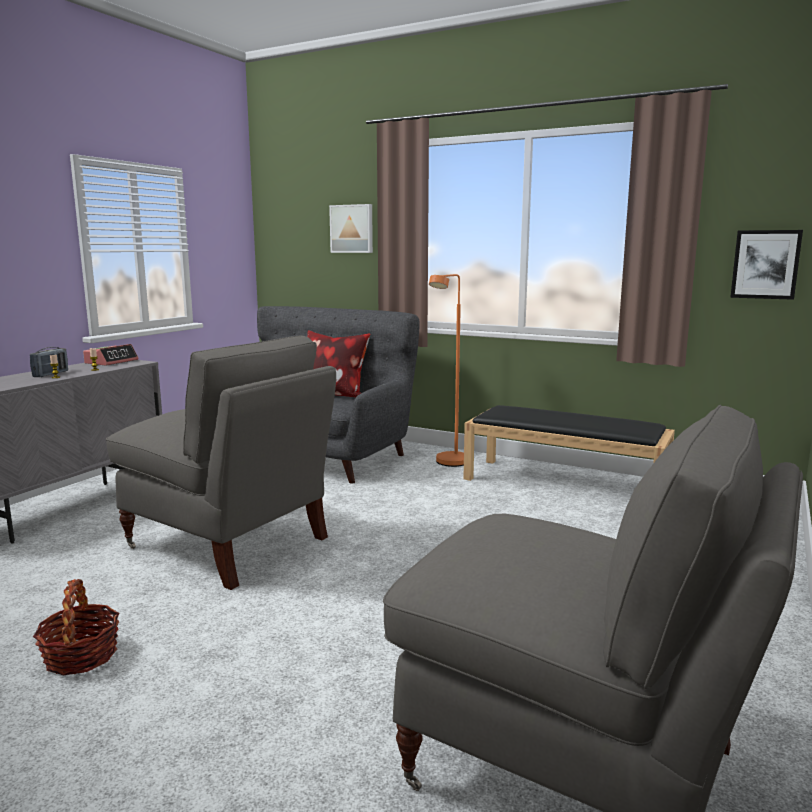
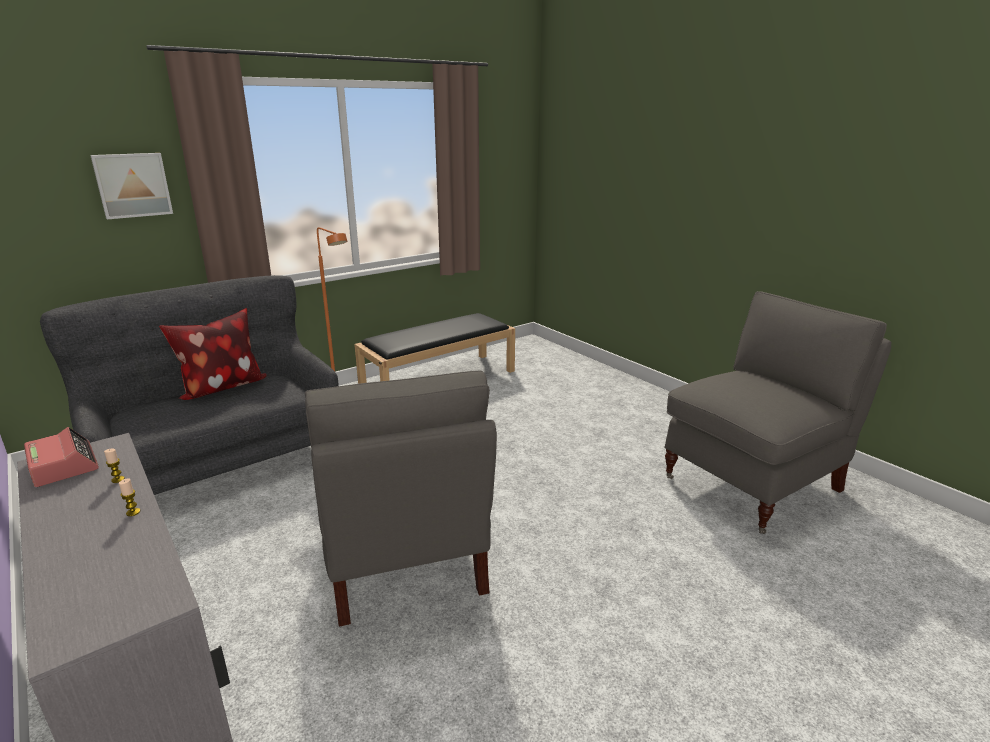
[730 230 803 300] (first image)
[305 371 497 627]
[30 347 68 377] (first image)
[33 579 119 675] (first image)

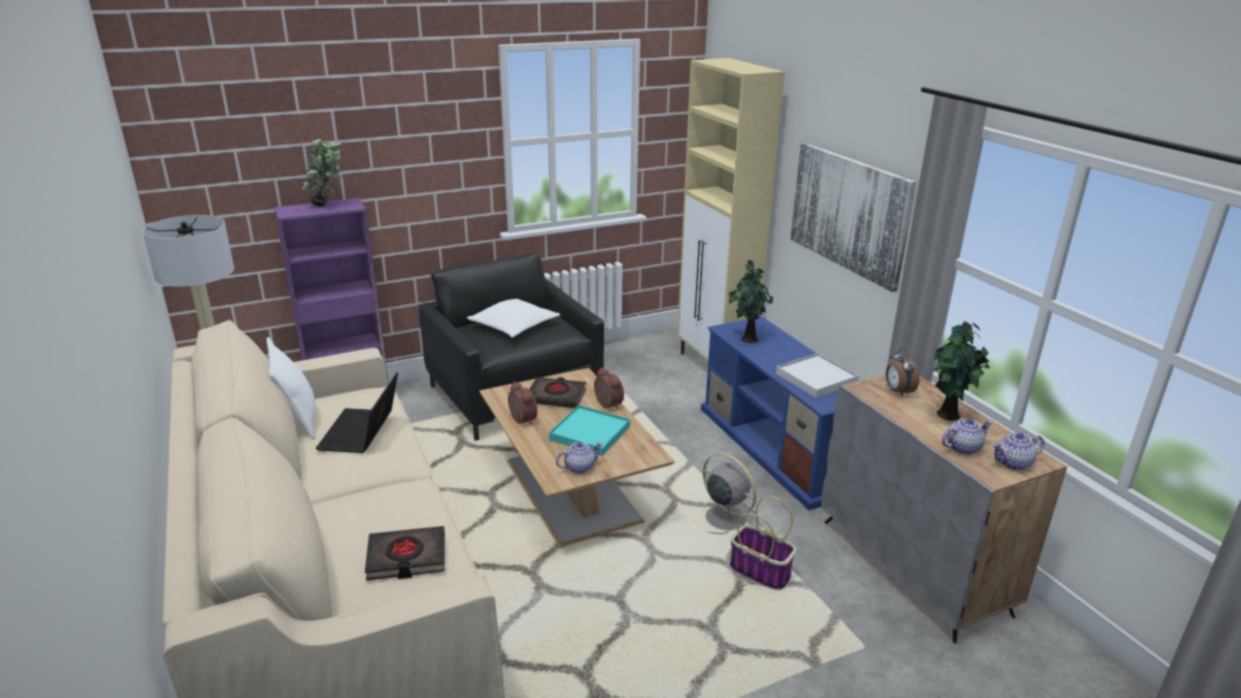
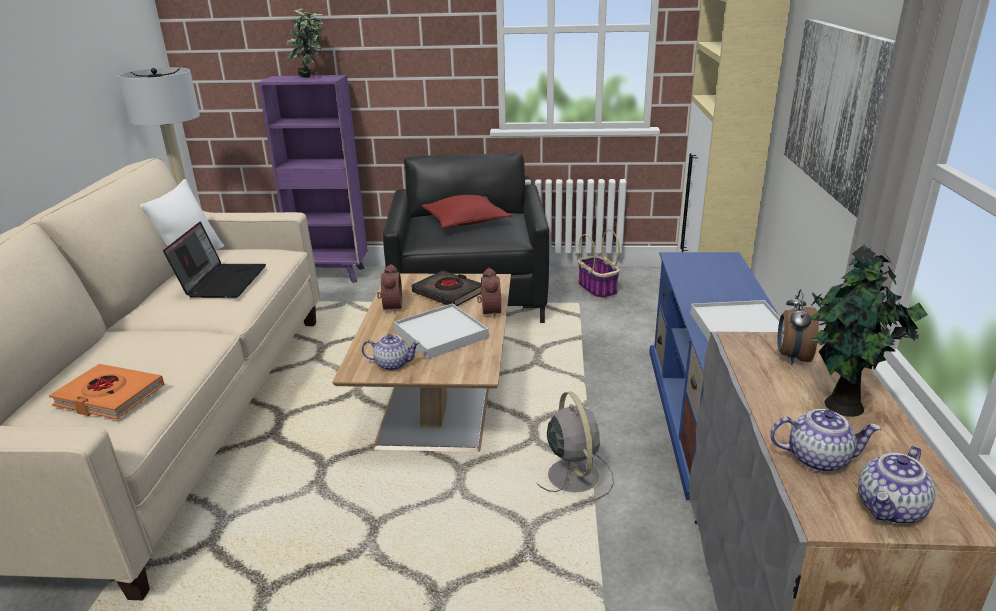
[728 260 773 343] (first image)
[422 195 511 228]
[163 222 266 298]
[394 303 489 359]
[858 446 935 524]
[578 230 620 300]
[49 364 164 419]

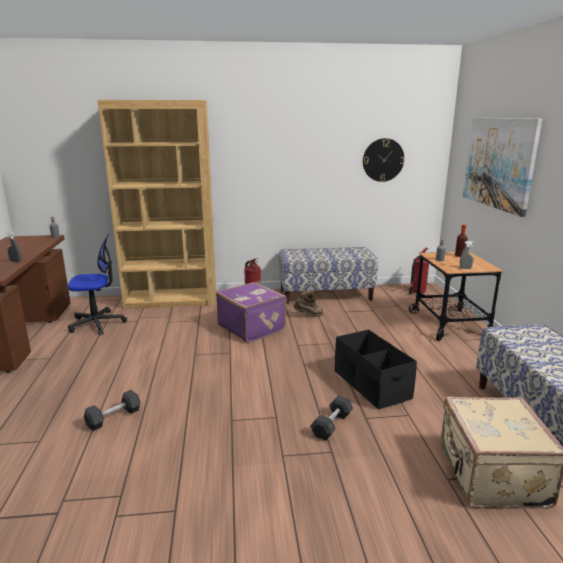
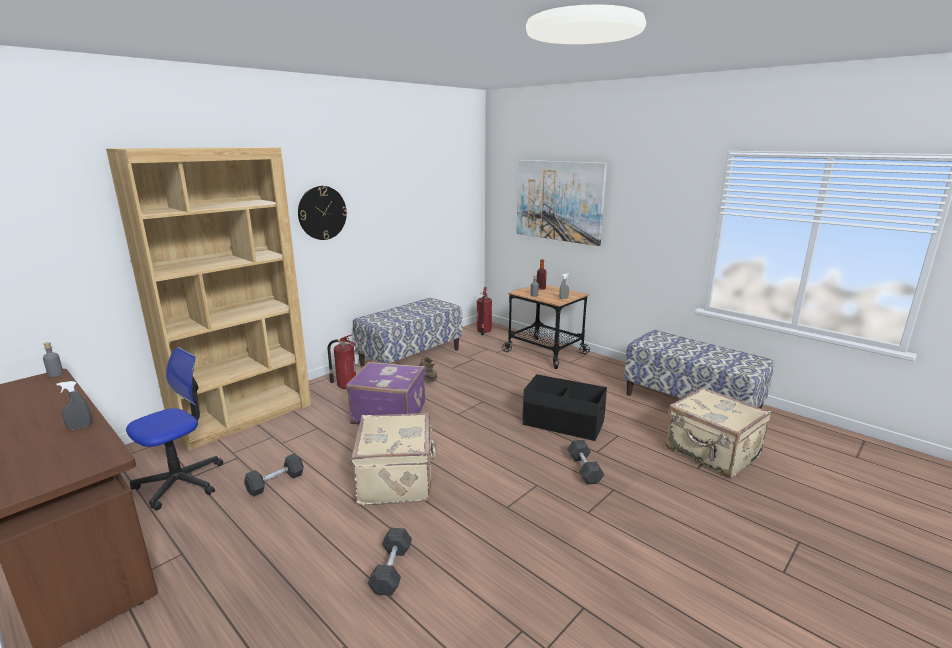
[298 186 347 240]
[351 413 437 505]
[244 454 304 497]

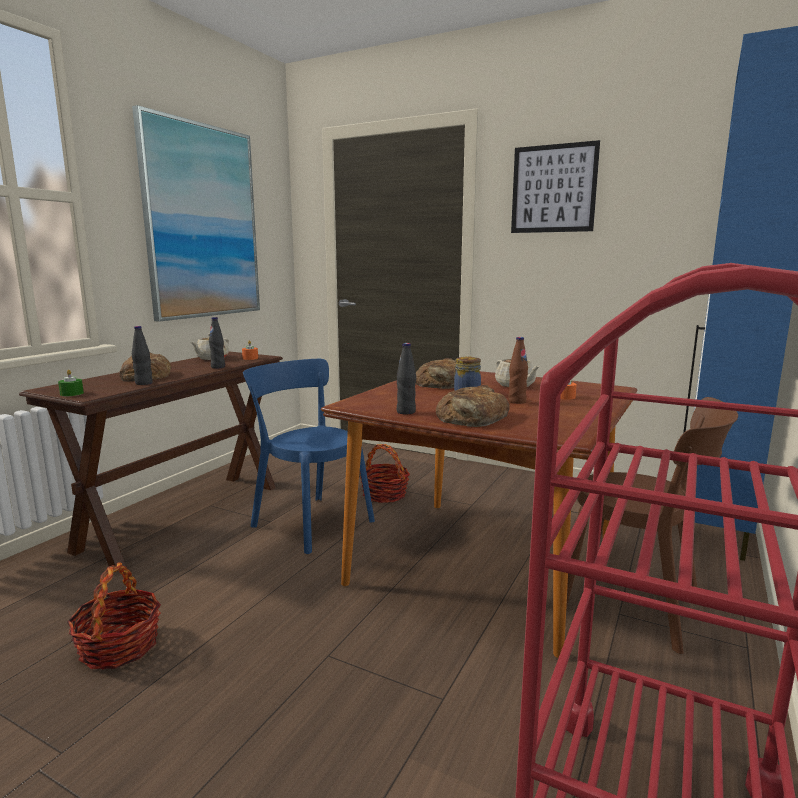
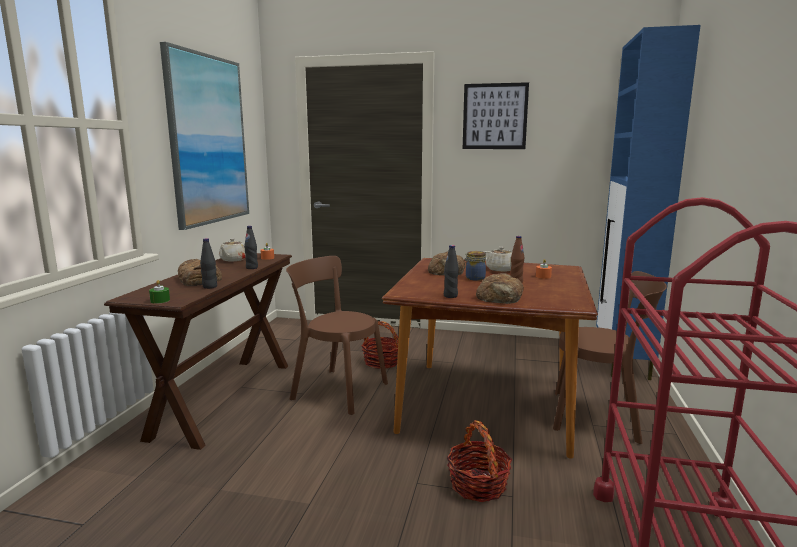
[286 256 388 415]
[446 420 512 502]

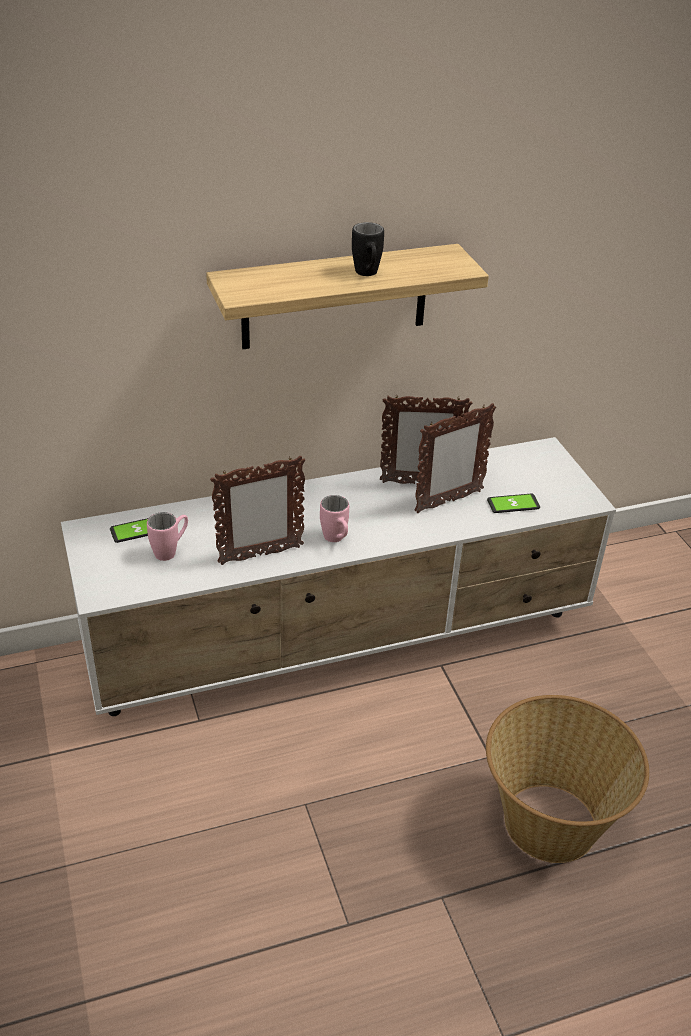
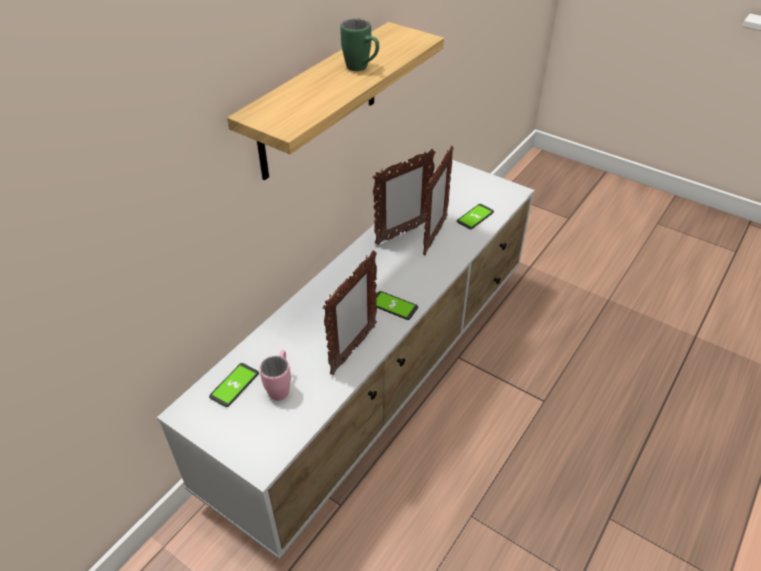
[340 18 379 71]
[376 291 418 320]
[486 695 649 863] (first image)

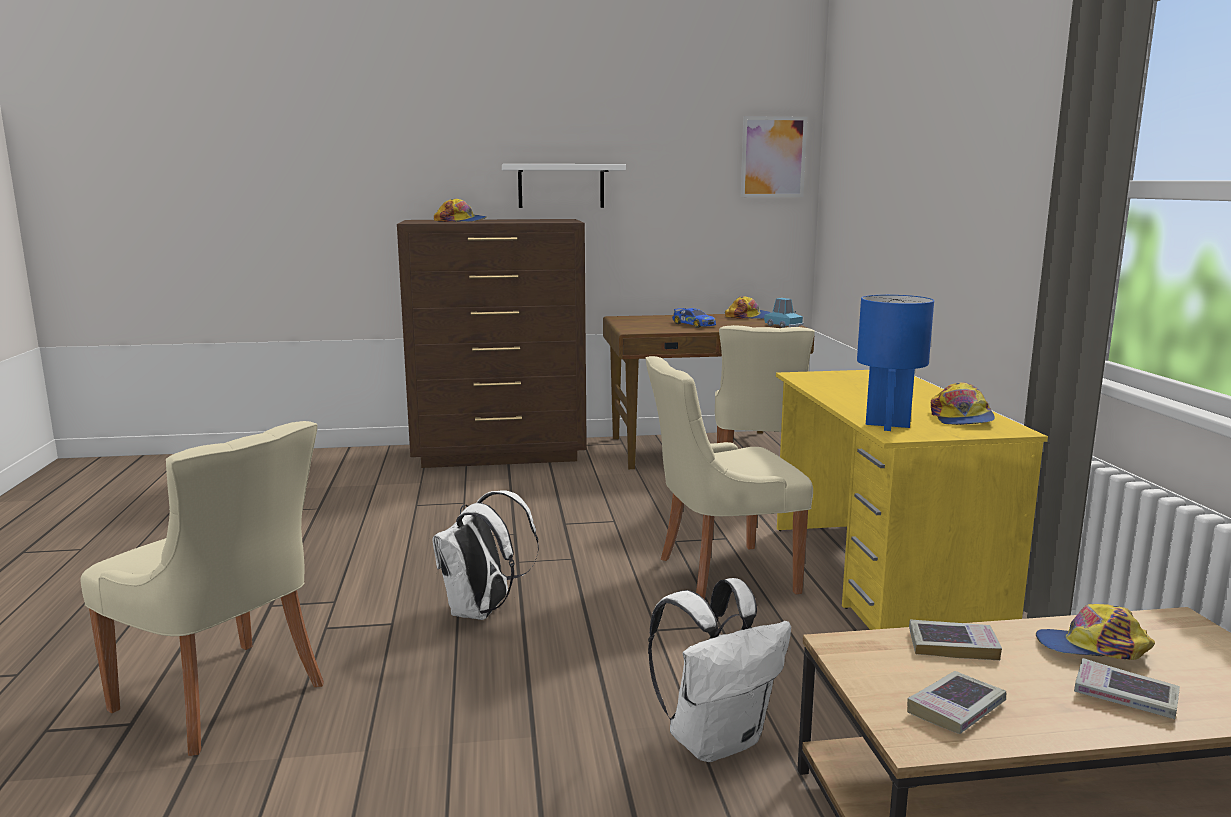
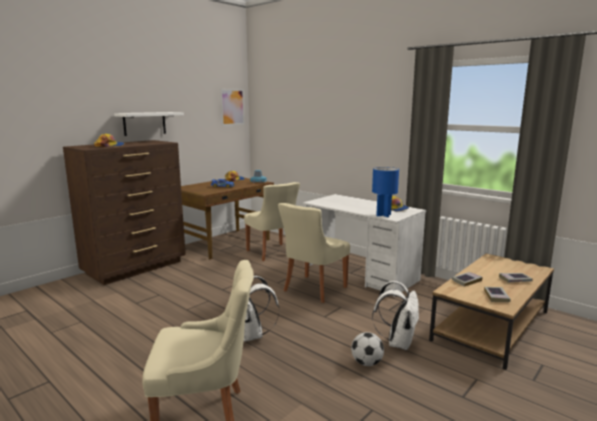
[303 194 426 297]
[1036 604 1155 660] (first image)
[351 332 384 366]

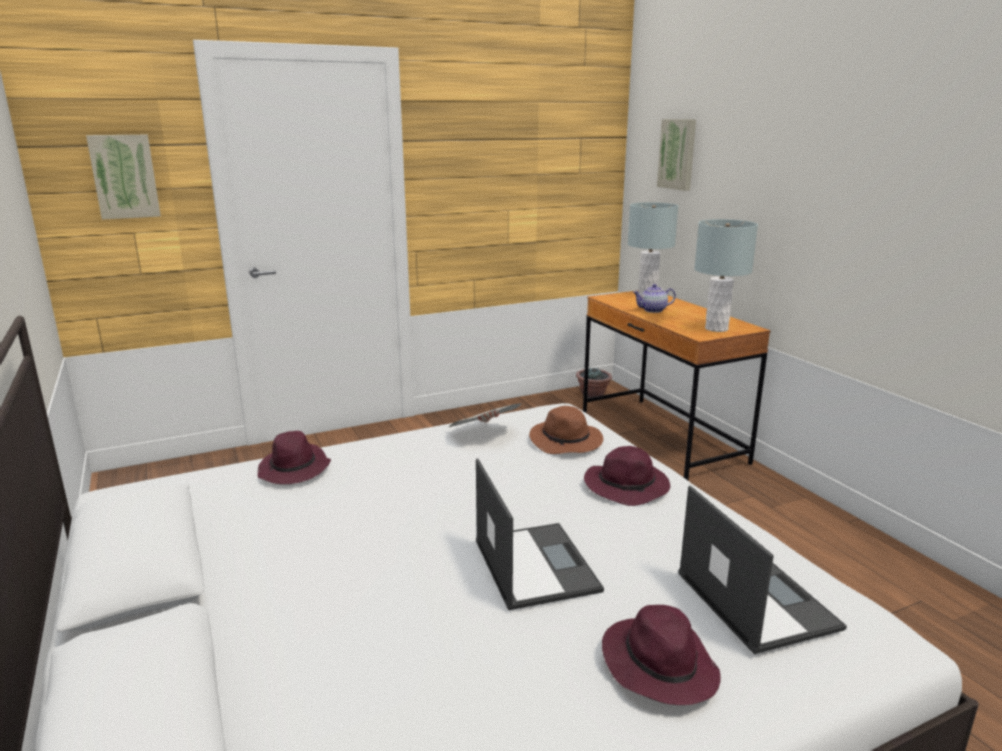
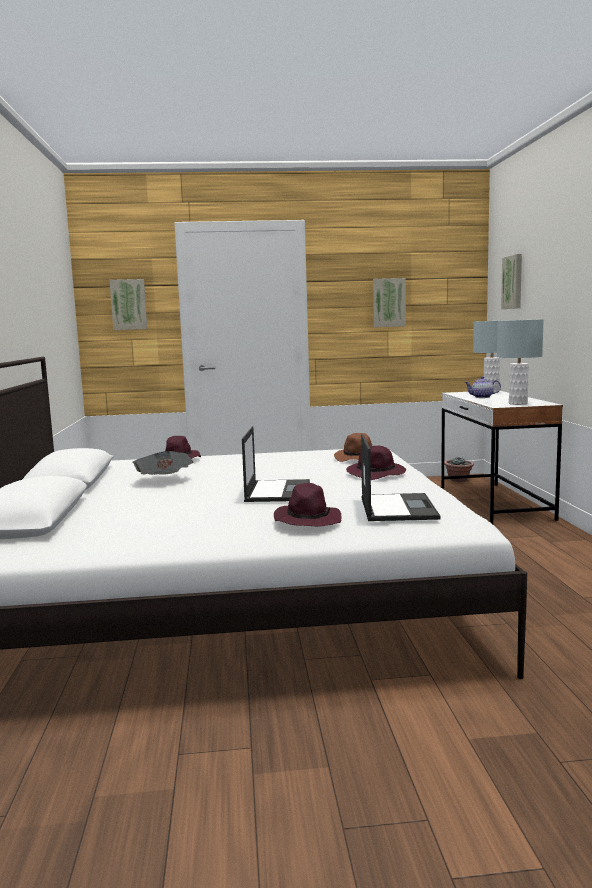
[441 391 563 524]
[132 451 193 475]
[373 278 406 327]

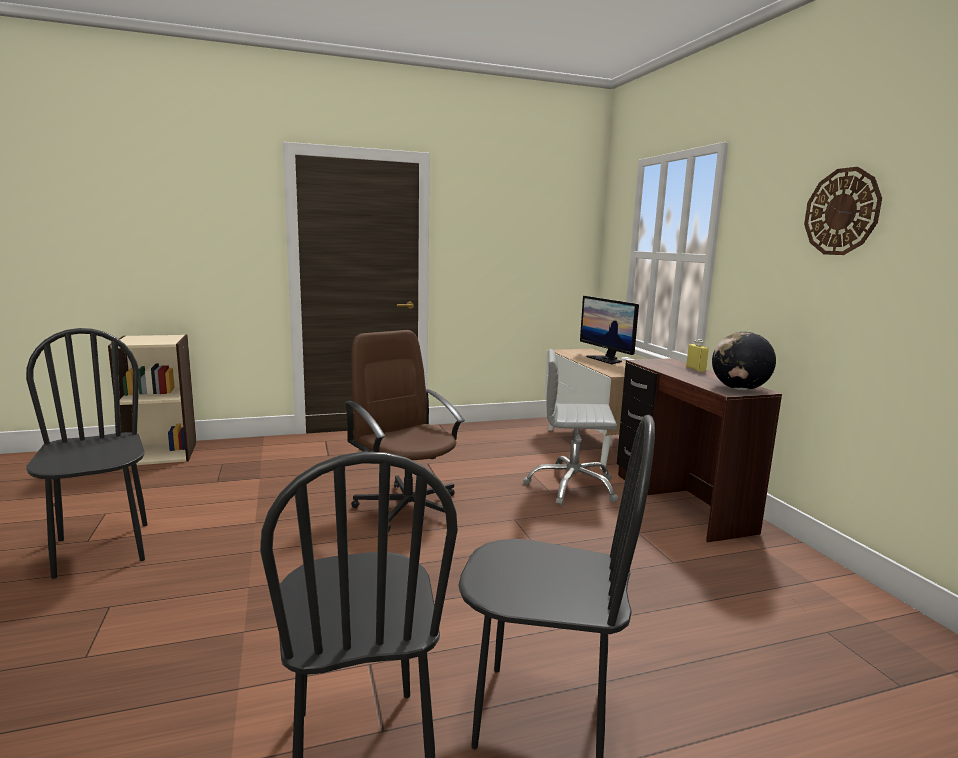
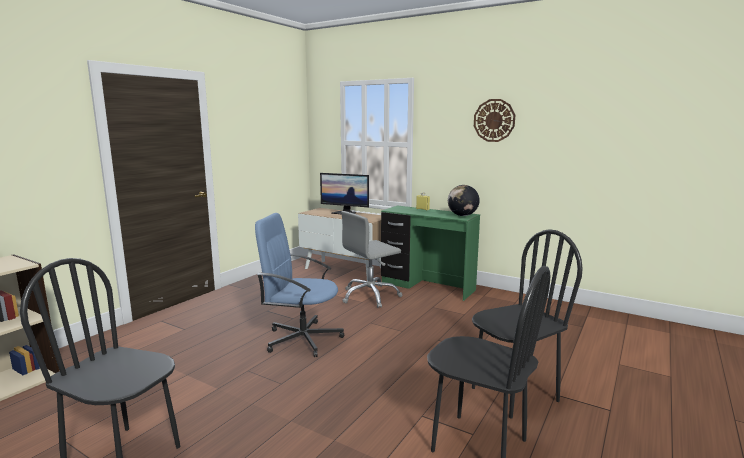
[255 213 344 357]
[381 206 480 301]

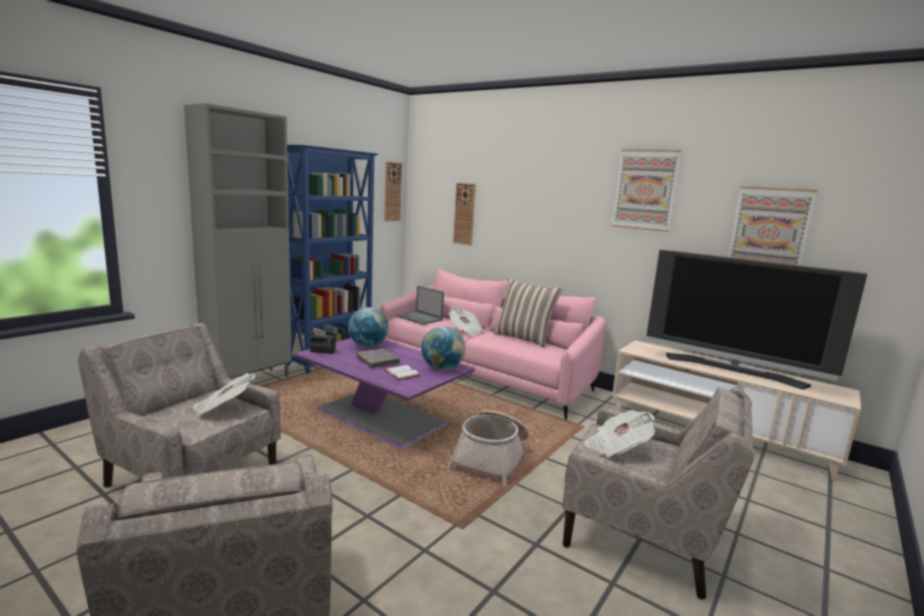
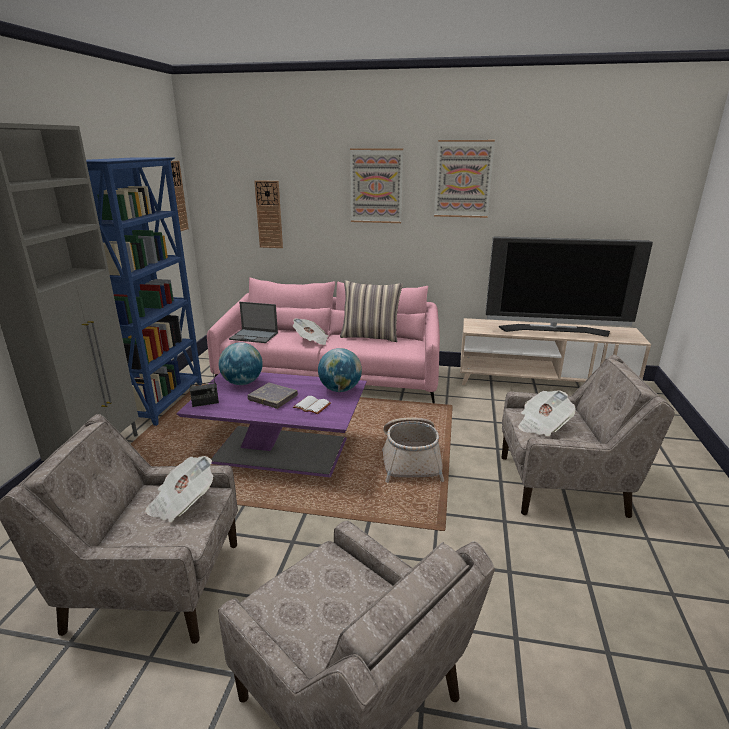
[350 148 403 223]

